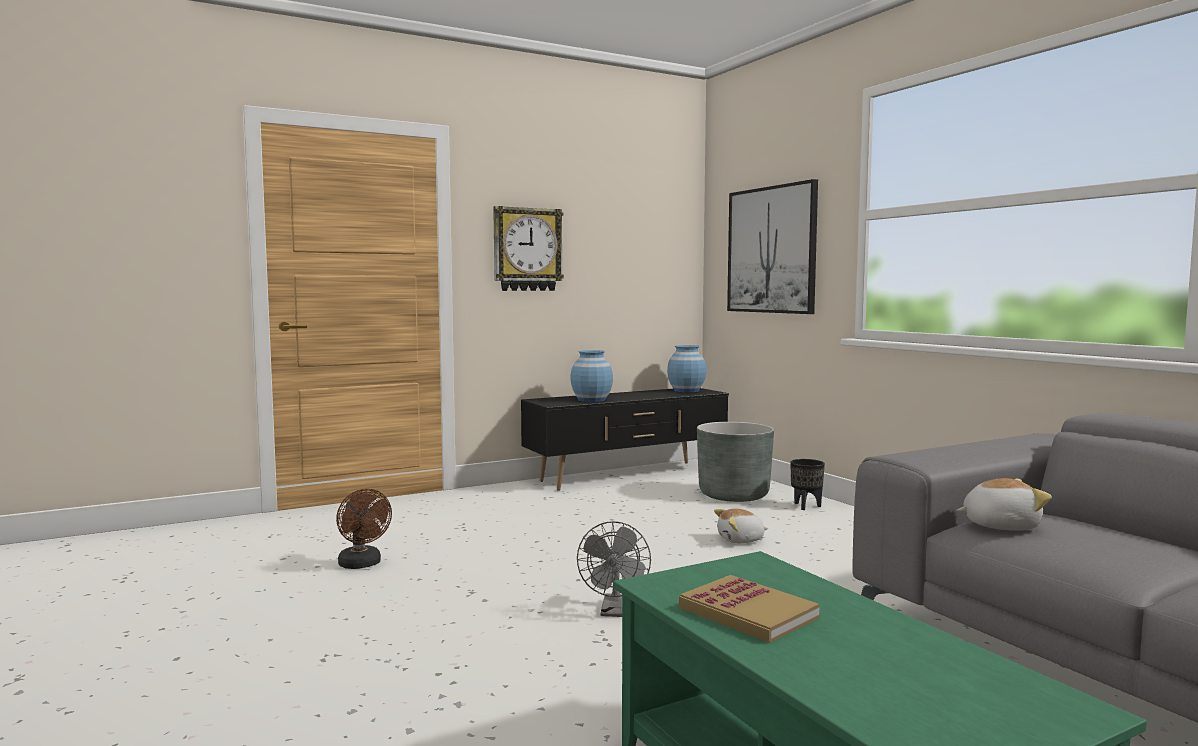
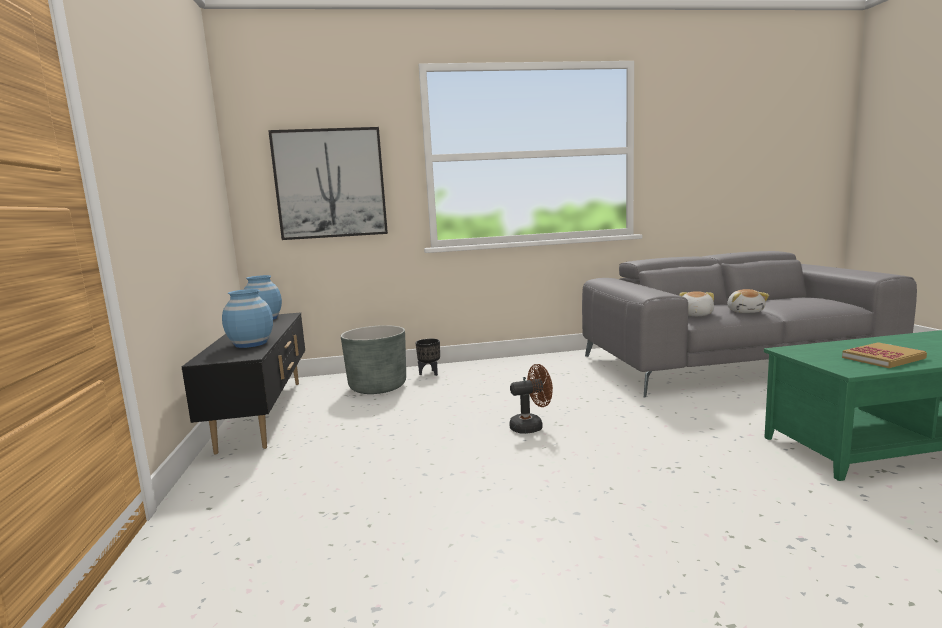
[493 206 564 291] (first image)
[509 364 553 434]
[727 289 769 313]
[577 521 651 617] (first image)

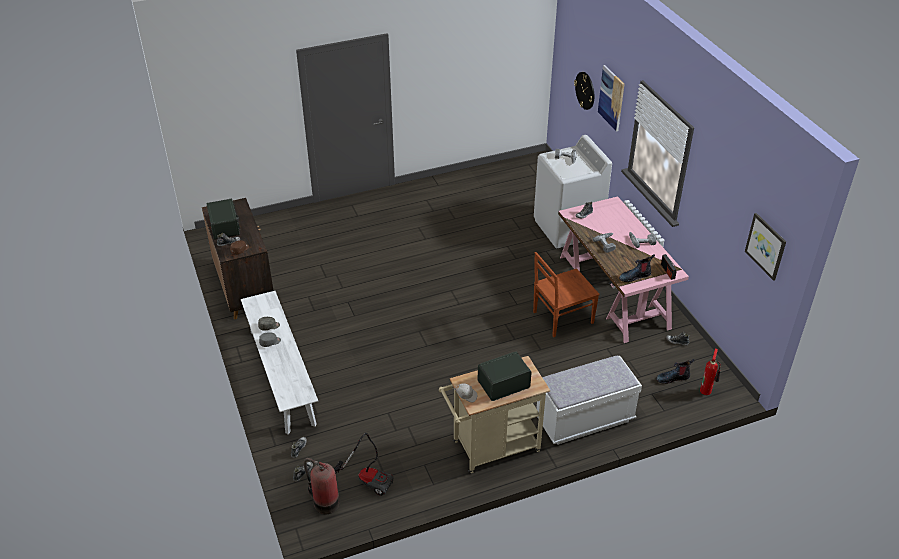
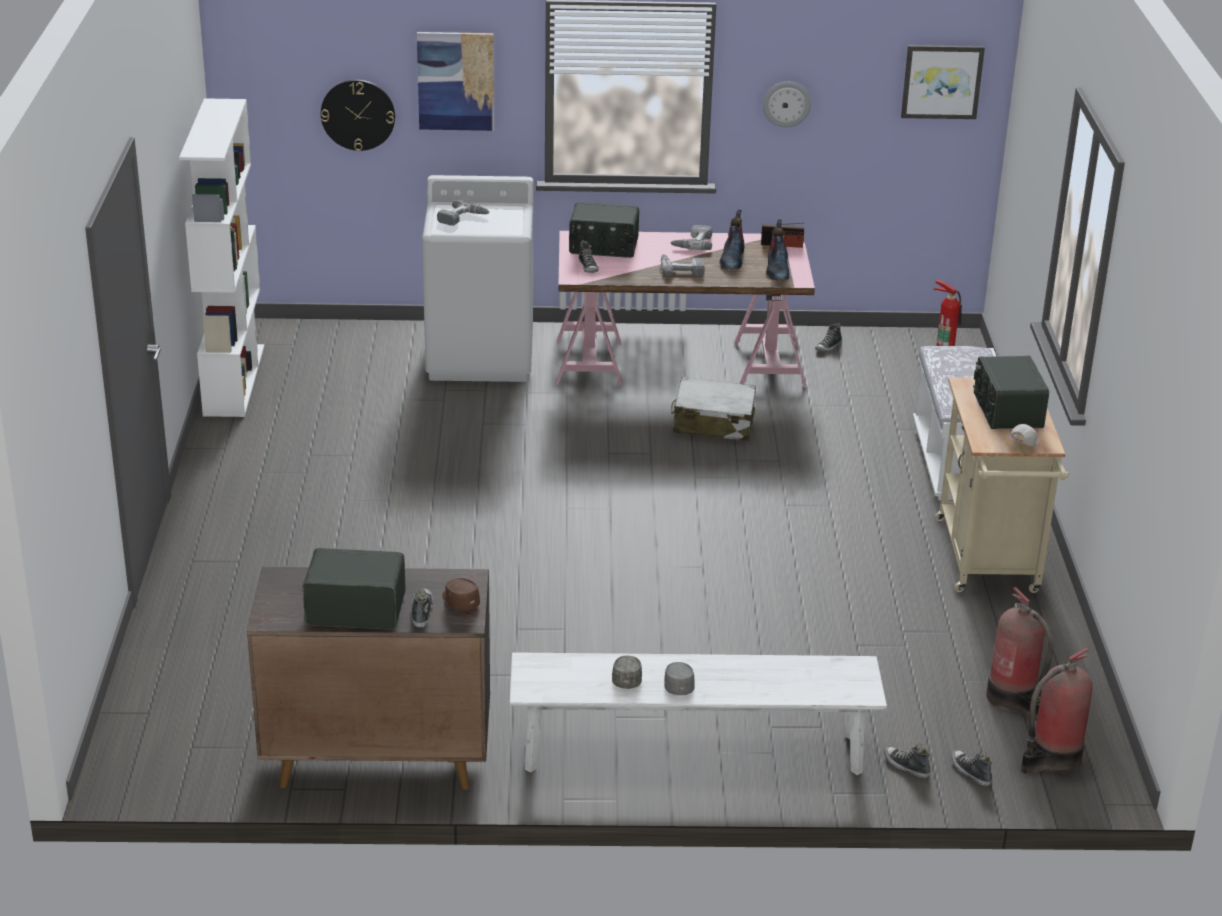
[671 377 756 441]
[719 209 744 270]
[986 587 1054 721]
[763 82 812 128]
[179 98 264 417]
[569 202 639 258]

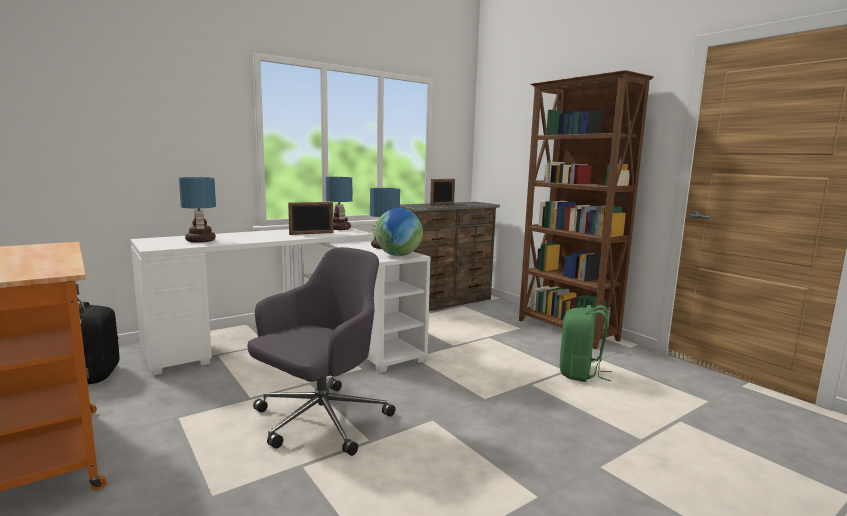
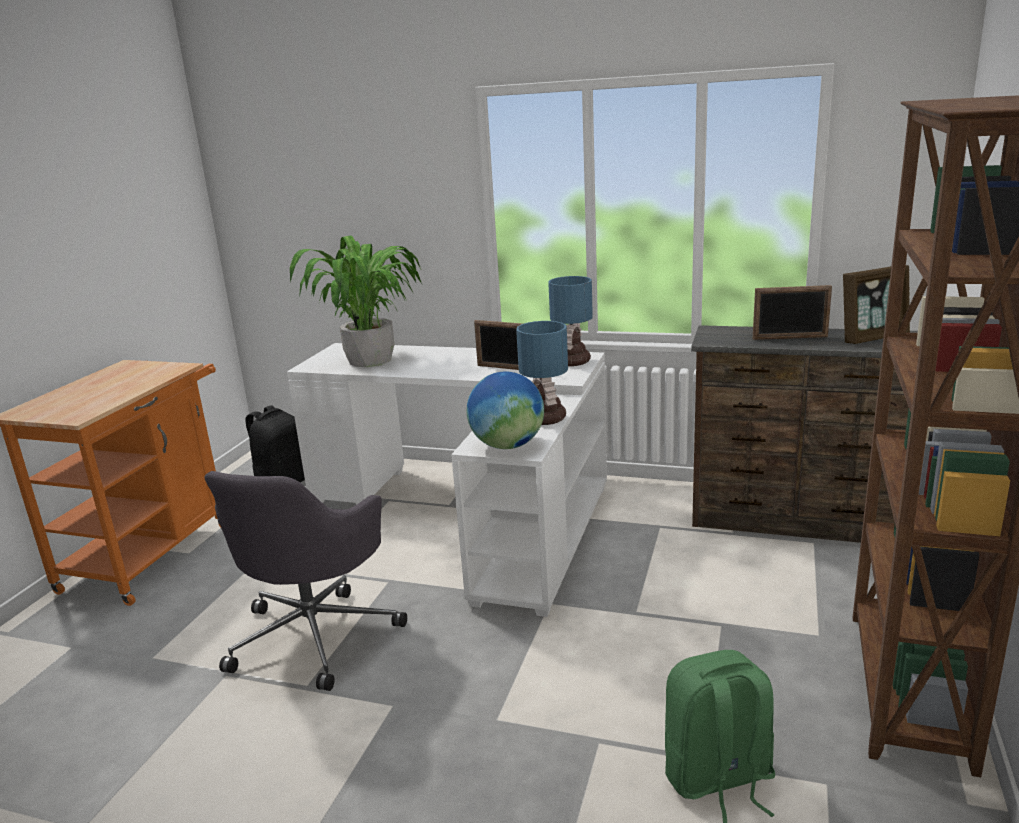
[290 235 422 367]
[204 471 407 691]
[843 265 910 344]

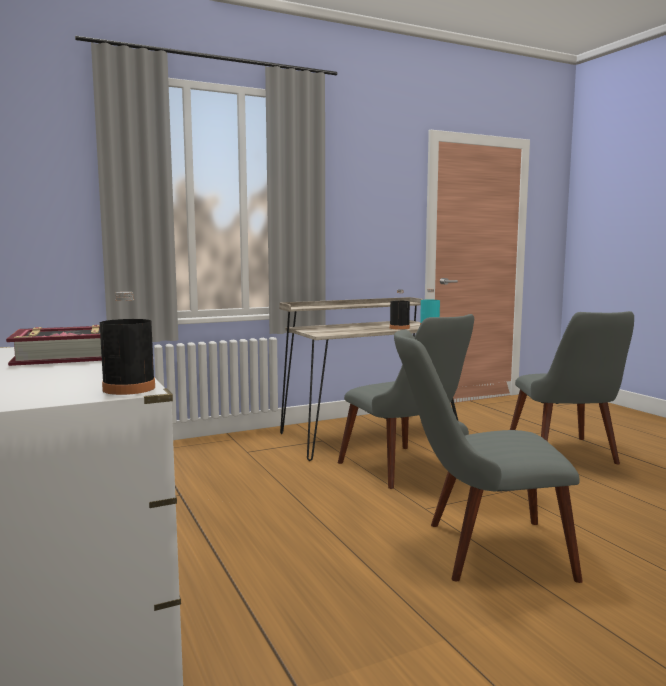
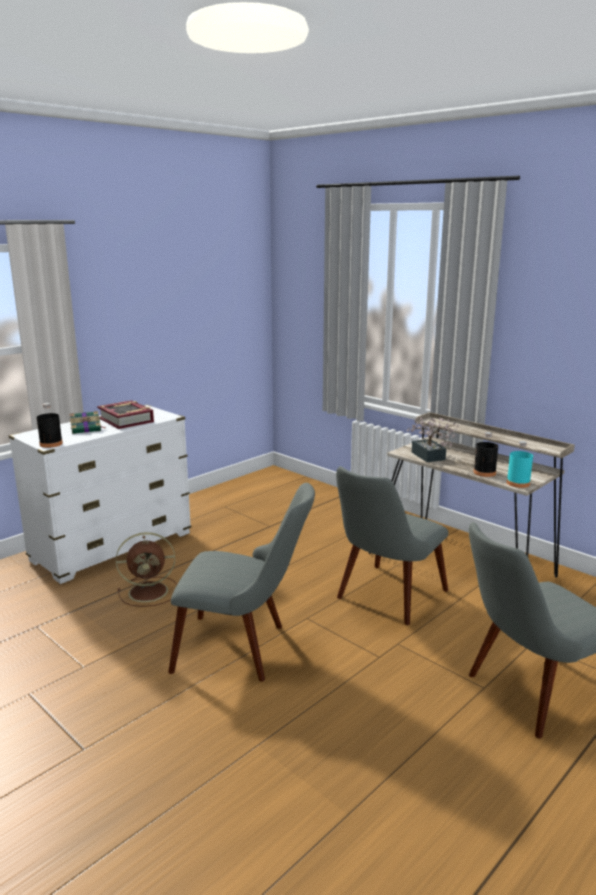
[168 483 315 682]
[69 411 105 434]
[407 417 458 462]
[116 532 177 607]

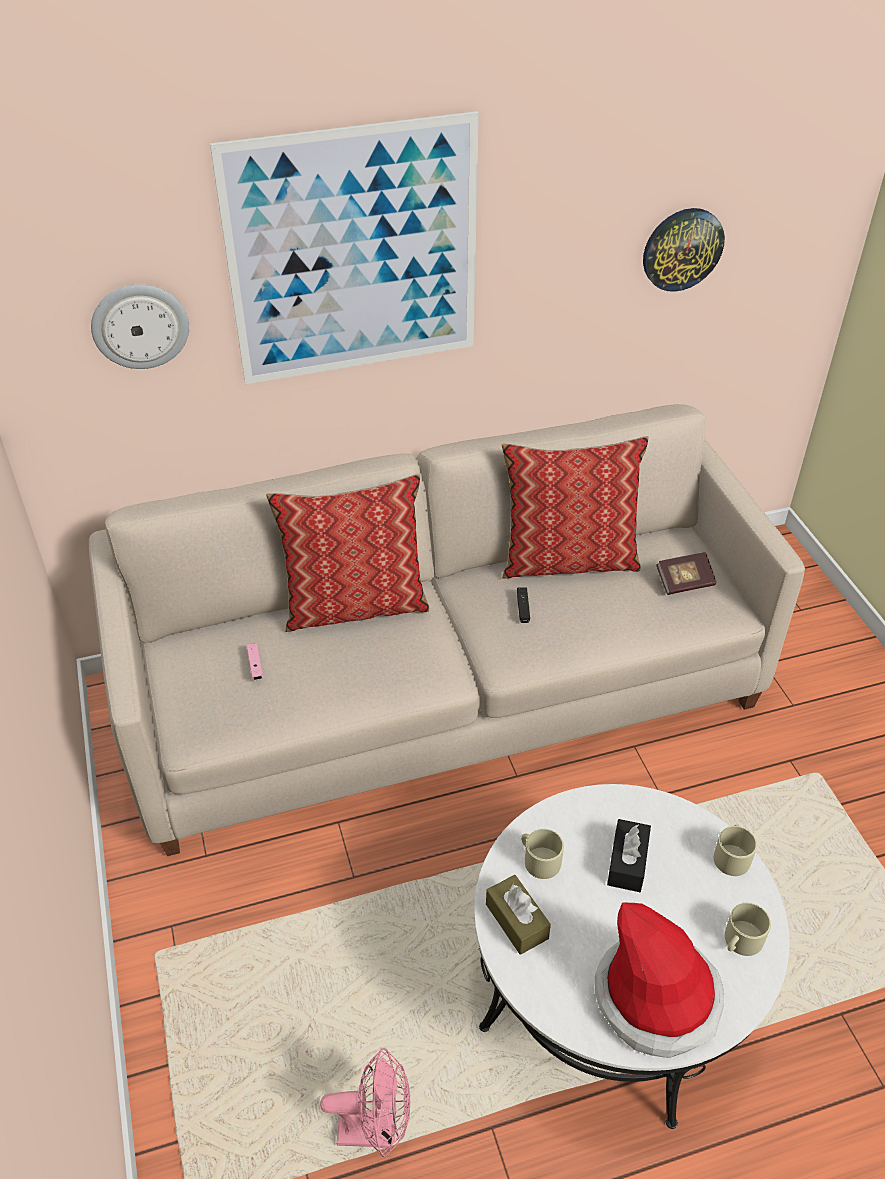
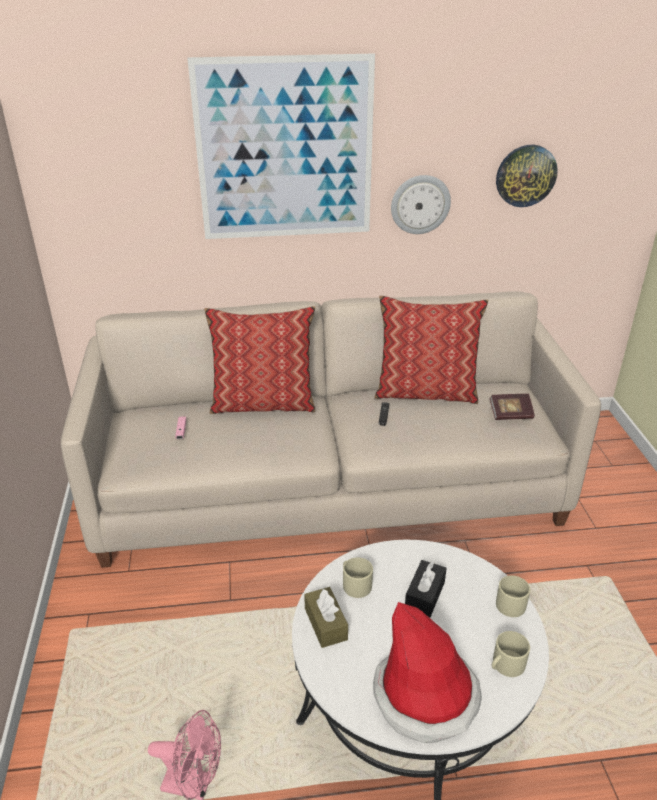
[391 175 451 234]

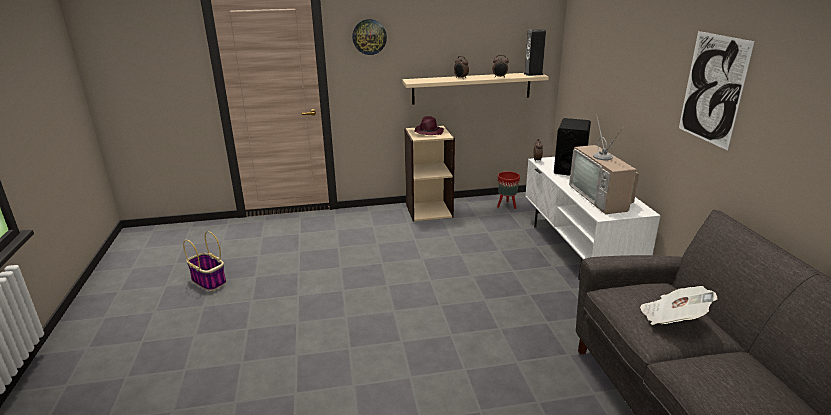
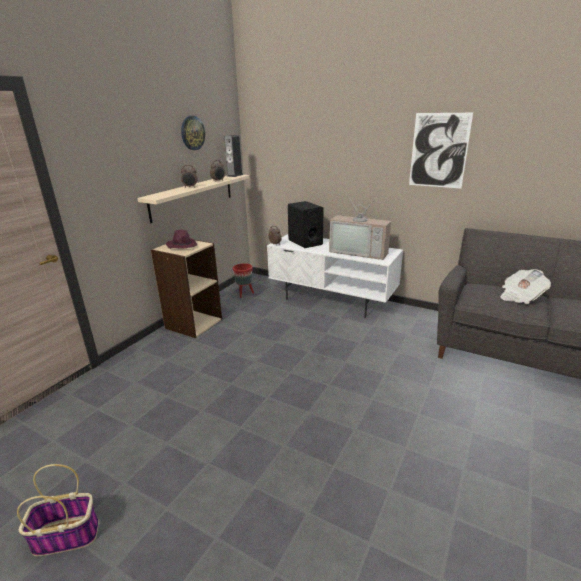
[181 116 205 150]

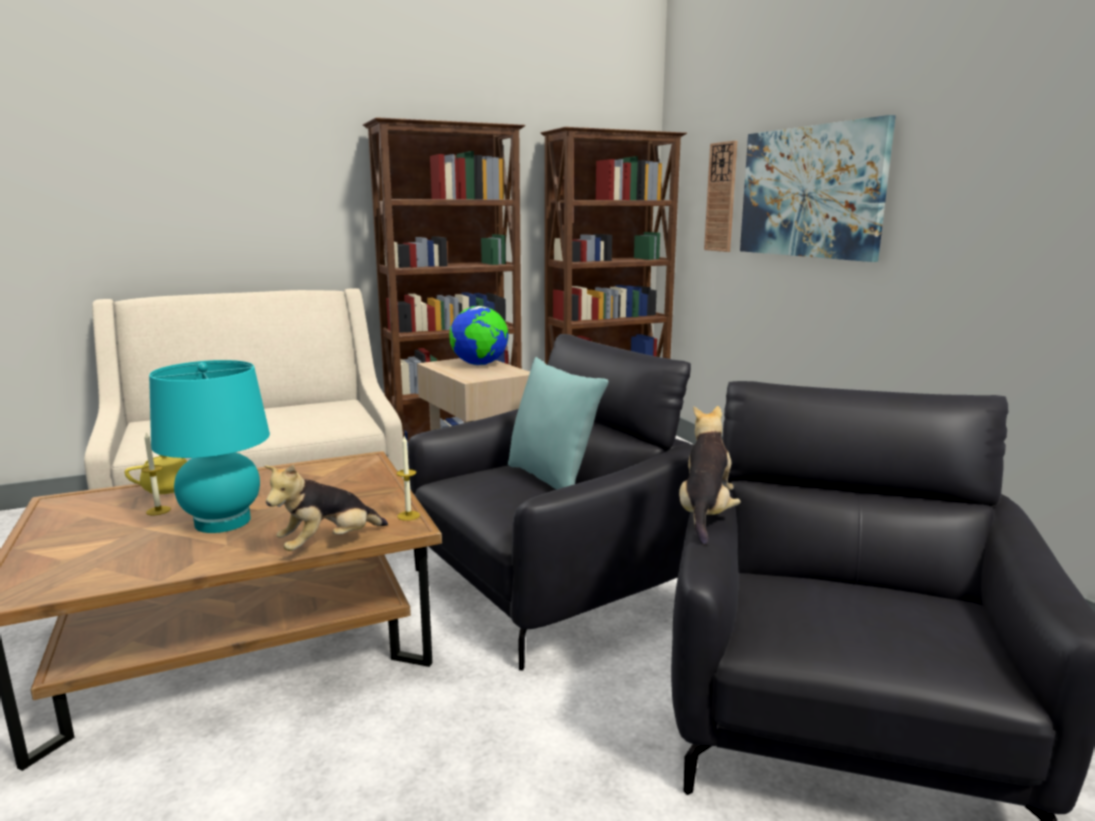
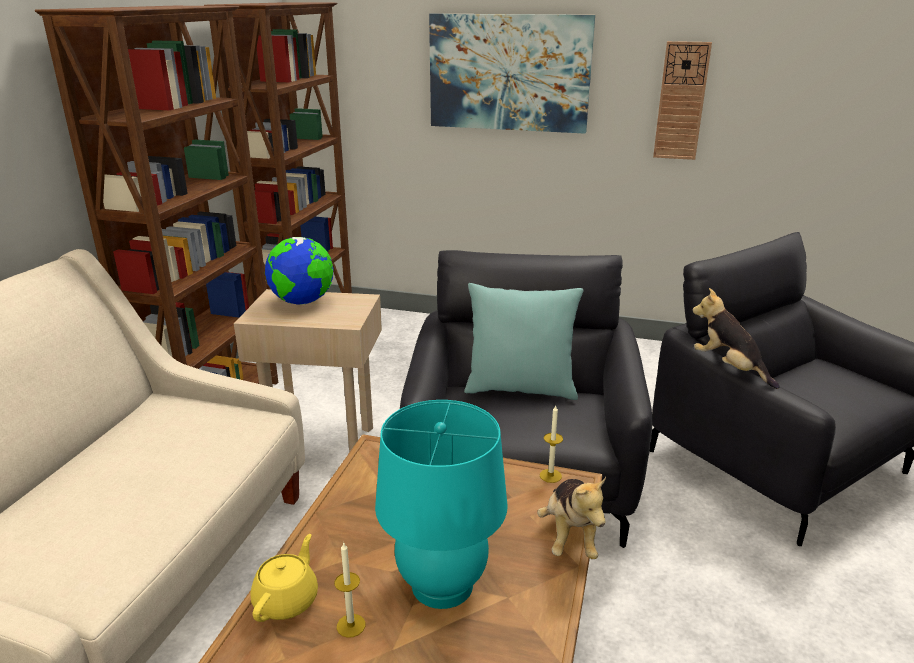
[653 41 712 160]

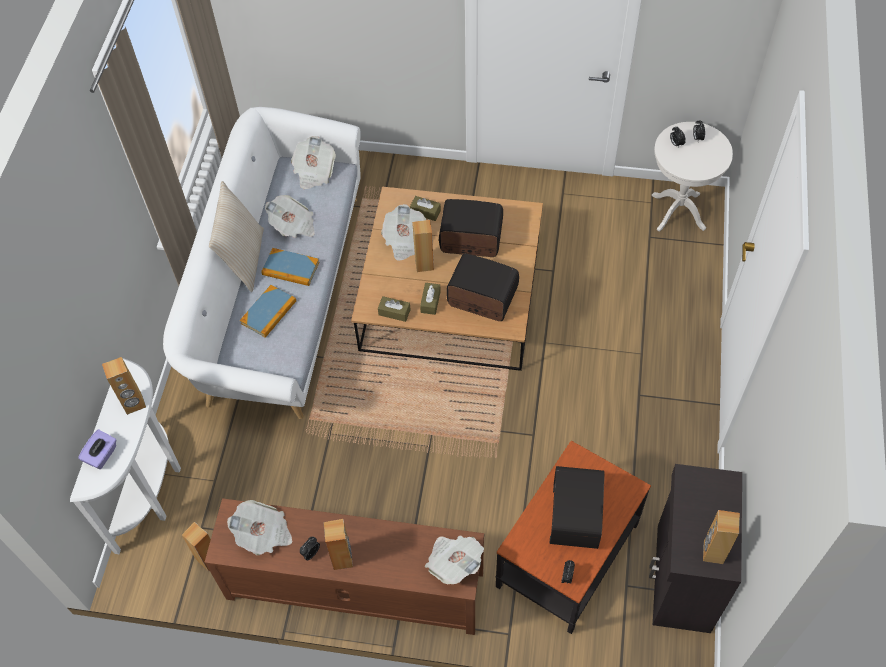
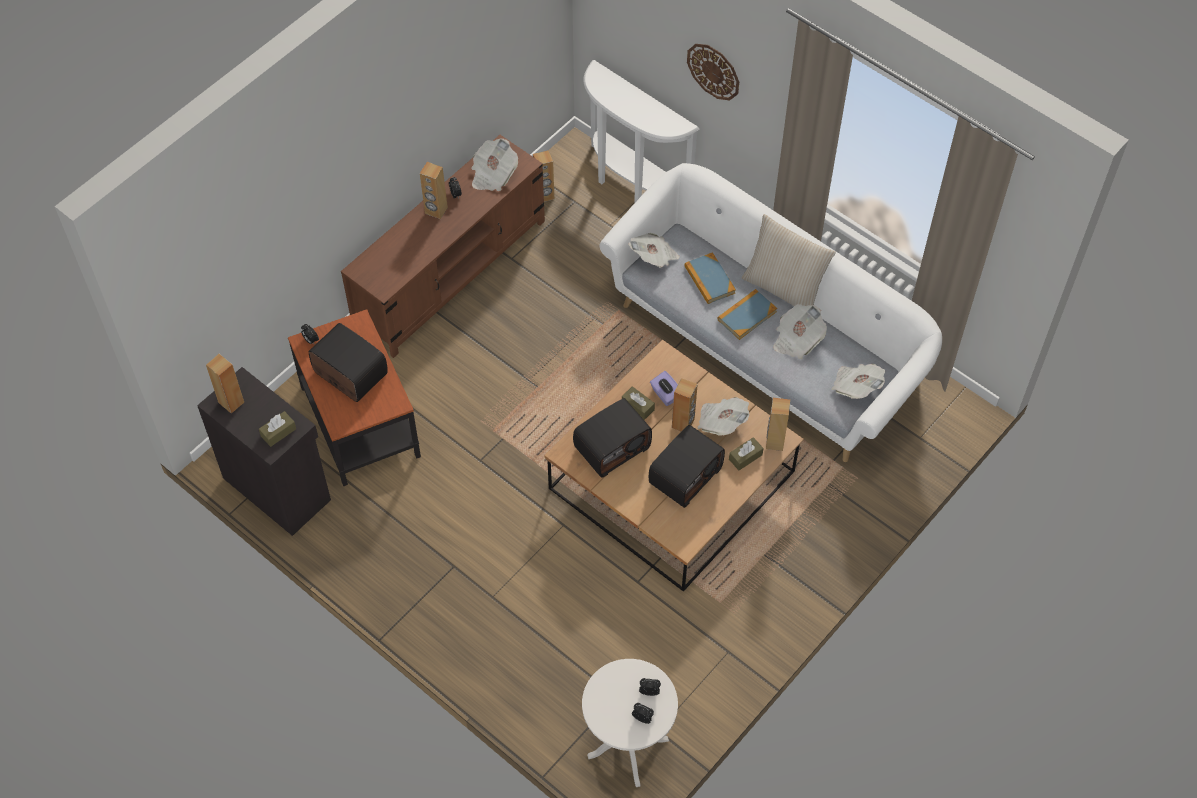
[259 411 296 447]
[766 398 790 451]
[650 371 678 406]
[628 233 679 268]
[687 44 739 100]

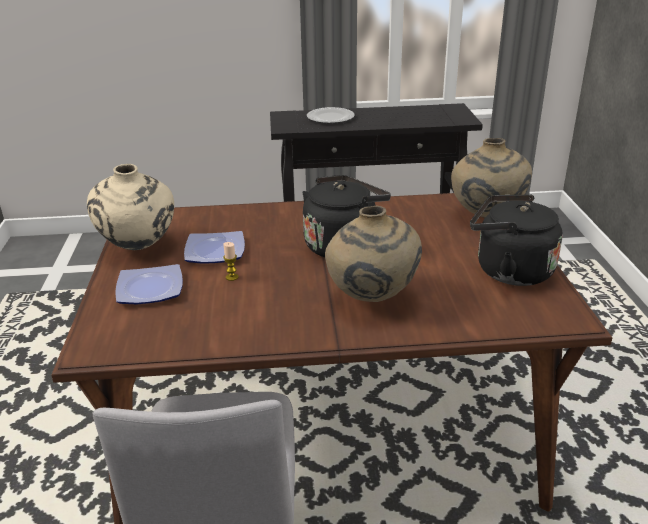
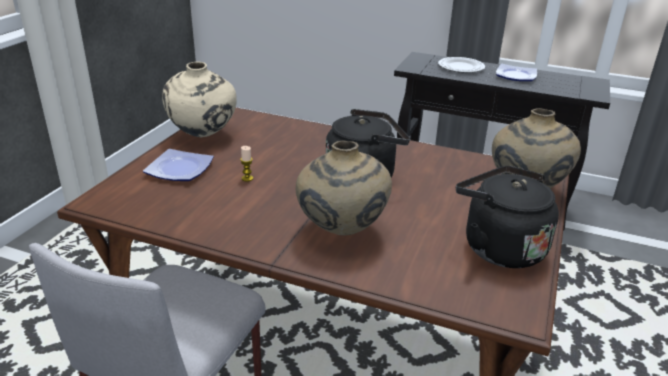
[496 64 537 81]

